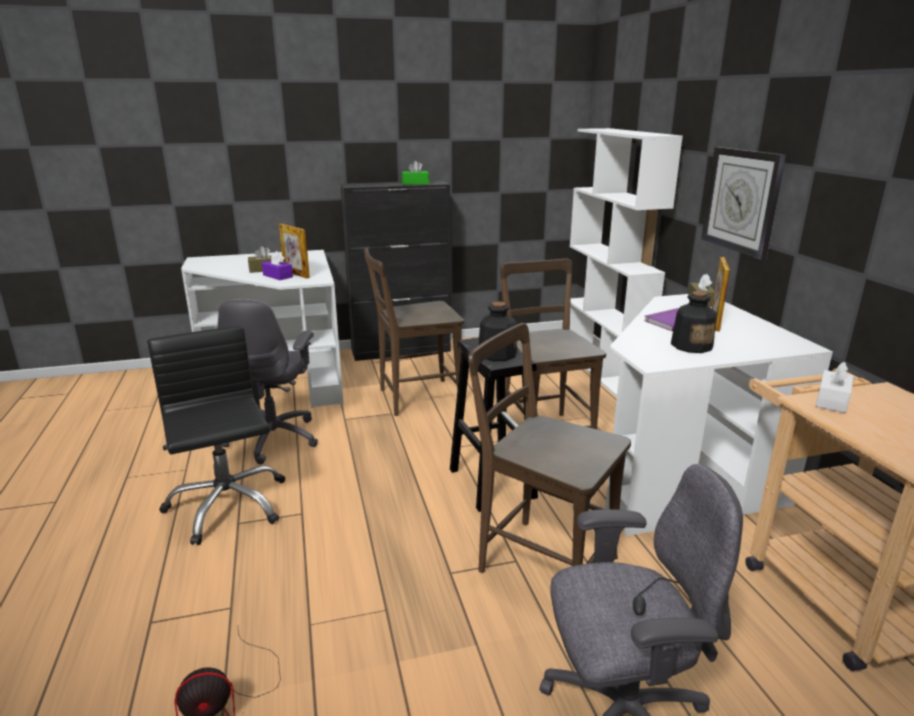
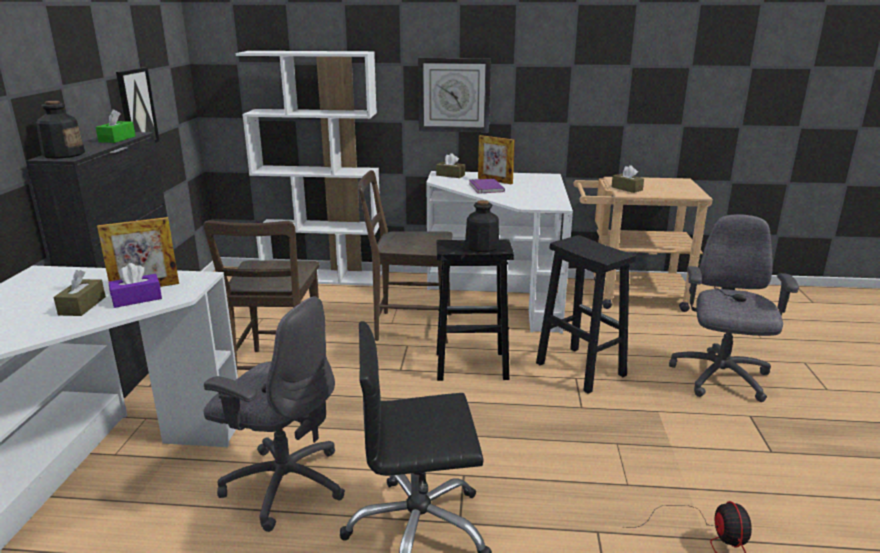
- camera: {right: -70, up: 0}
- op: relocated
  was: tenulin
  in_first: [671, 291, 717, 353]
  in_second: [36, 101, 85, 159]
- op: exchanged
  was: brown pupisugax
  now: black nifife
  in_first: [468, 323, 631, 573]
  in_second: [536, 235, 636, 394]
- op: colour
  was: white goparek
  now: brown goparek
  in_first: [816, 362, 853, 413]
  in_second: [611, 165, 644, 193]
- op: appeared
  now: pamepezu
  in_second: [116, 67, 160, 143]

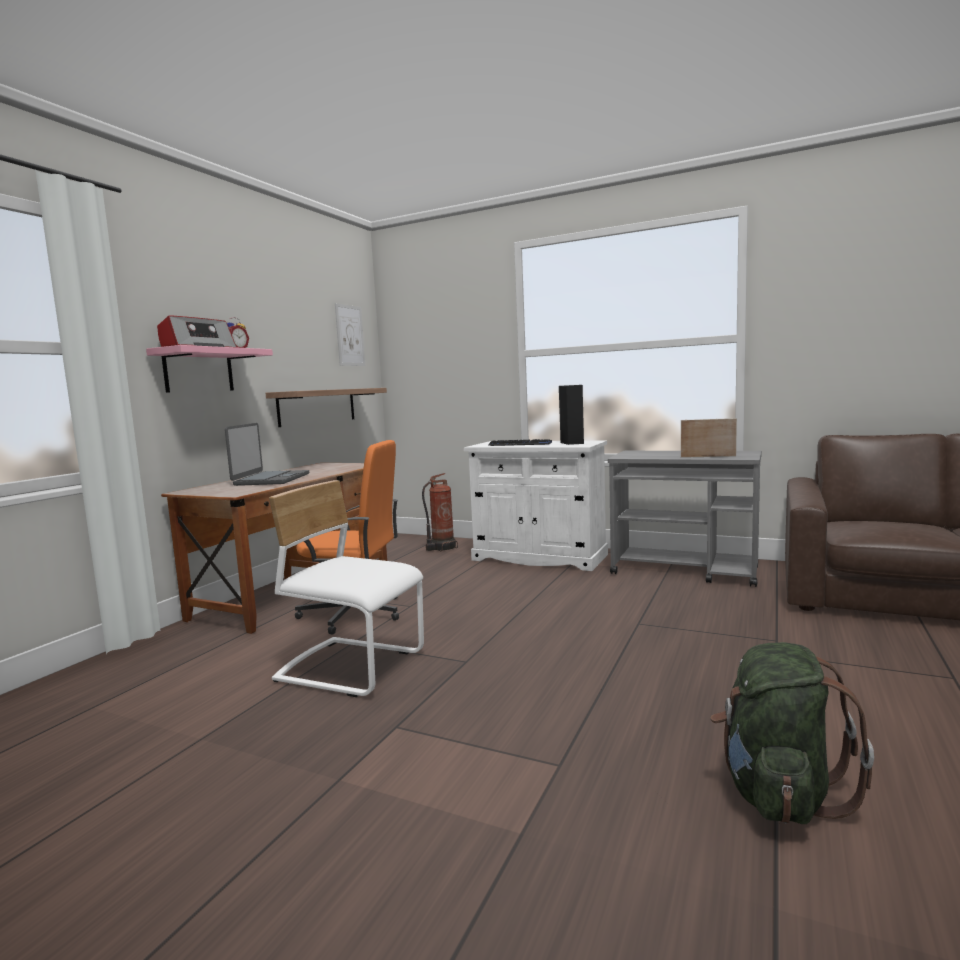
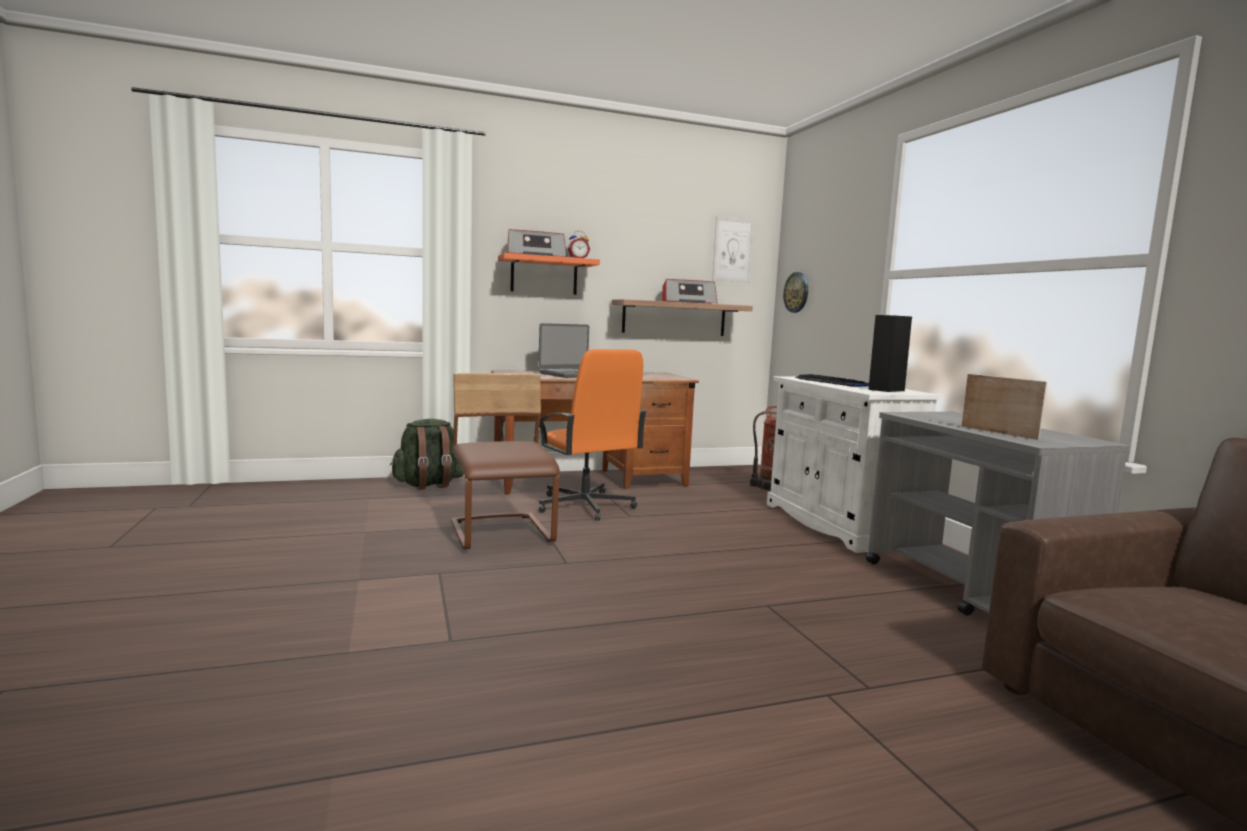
- camera: {right: 45, up: 0}
- op: colour
  was: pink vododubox
  now: orange vododubox
  in_first: [146, 345, 273, 393]
  in_second: [498, 253, 600, 295]
- op: colour
  was: white pupisugax
  now: brown pupisugax
  in_first: [269, 480, 424, 697]
  in_second: [451, 373, 560, 550]
- op: relocated
  was: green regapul
  in_first: [710, 642, 874, 824]
  in_second: [390, 419, 464, 490]
- op: appeared
  now: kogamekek
  in_second: [783, 272, 808, 313]
- op: appeared
  now: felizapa
  in_second: [662, 279, 717, 304]

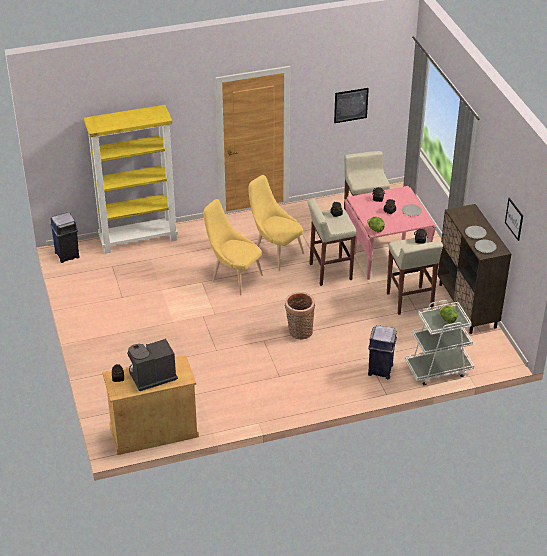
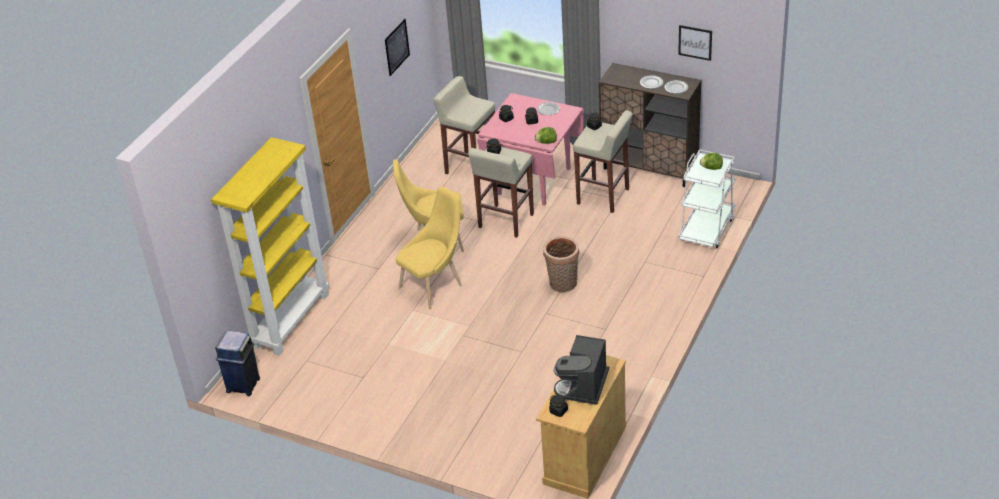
- camera: {right: -45, up: 0}
- op: spun
  was: yellow pupisugax
  in_first: [203, 199, 263, 296]
  in_second: [396, 187, 462, 309]
  clockwise: 150
- op: missing
  was: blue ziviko
  in_first: [368, 325, 397, 379]

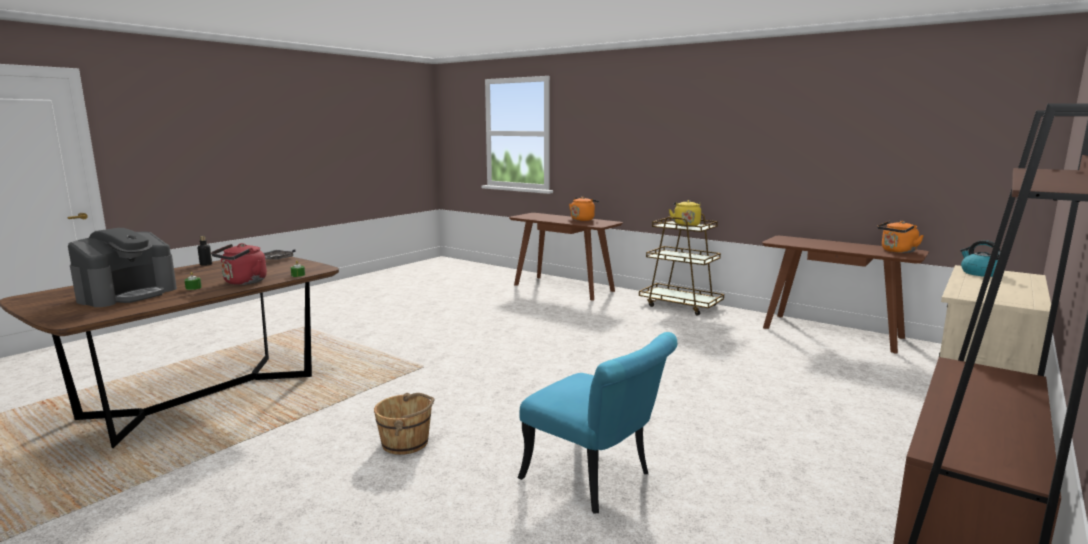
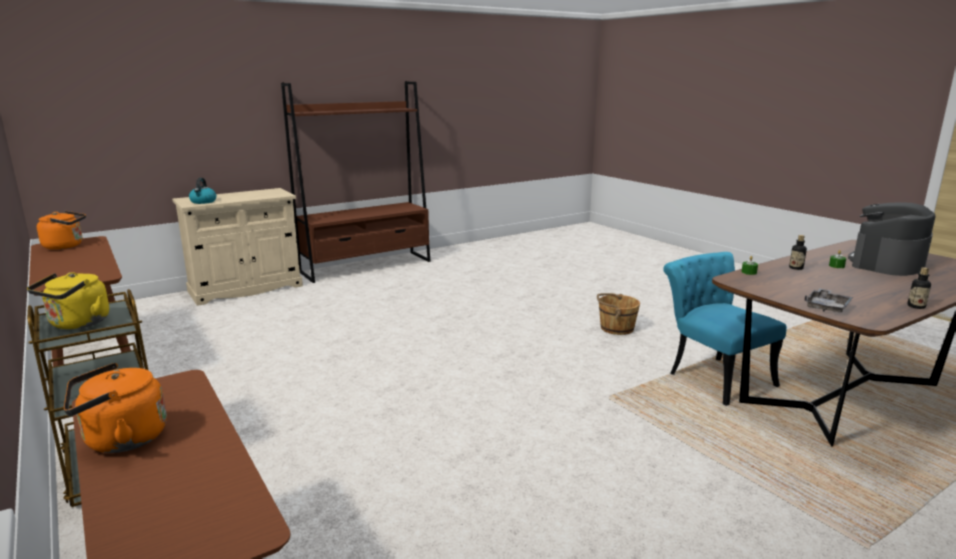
- camera: {right: -160, up: 5}
- op: exchanged
  was: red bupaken
  now: tenulin
  in_first: [211, 243, 267, 285]
  in_second: [789, 235, 807, 270]
- op: relocated
  was: turquoise pupisugax
  in_first: [518, 332, 677, 514]
  in_second: [663, 252, 787, 406]

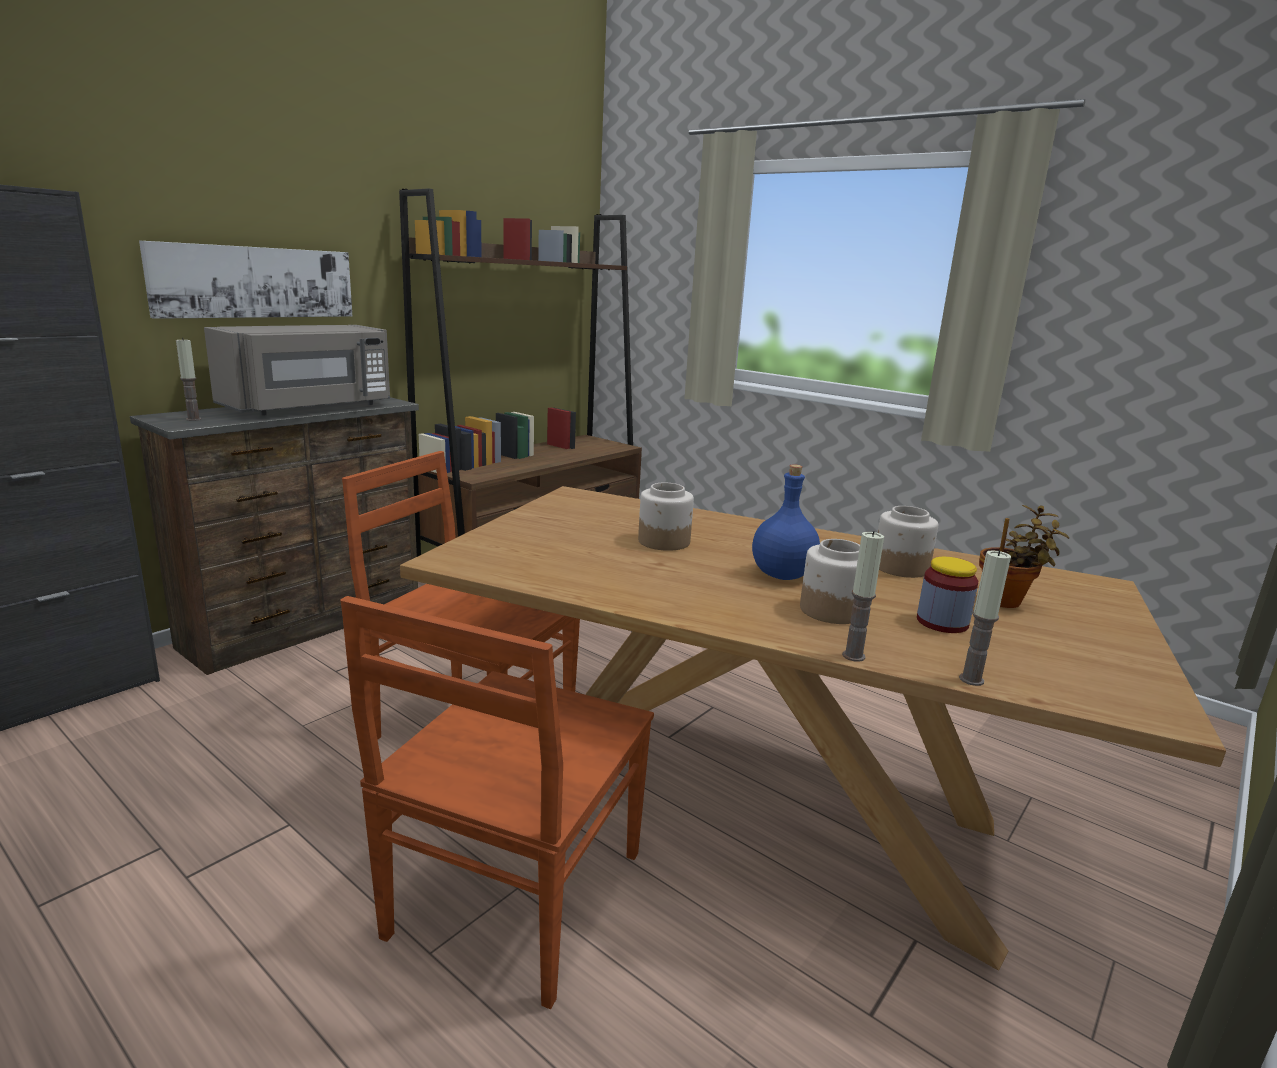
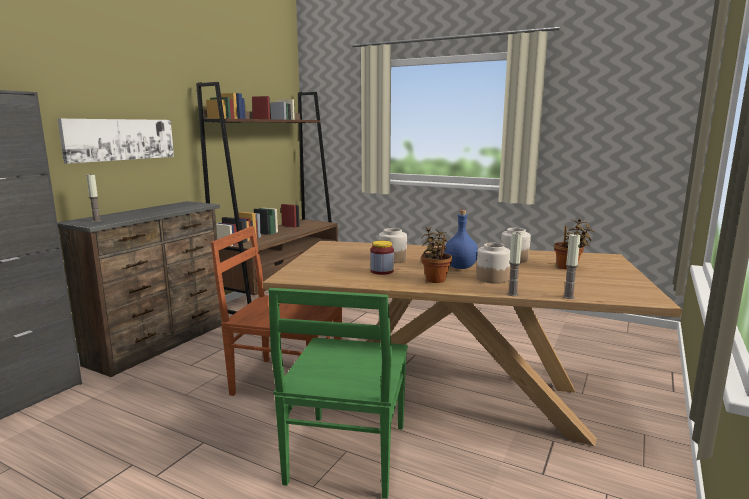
- camera: {right: -10, up: -5}
- op: missing
  was: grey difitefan
  in_first: [204, 325, 390, 416]
- op: relocated
  was: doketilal
  in_first: [917, 557, 978, 633]
  in_second: [370, 241, 394, 275]
- op: colour
  was: brown pupisugax
  now: green pupisugax
  in_first: [340, 596, 654, 1009]
  in_second: [268, 288, 408, 499]
- op: appeared
  now: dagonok
  in_second: [421, 227, 452, 283]

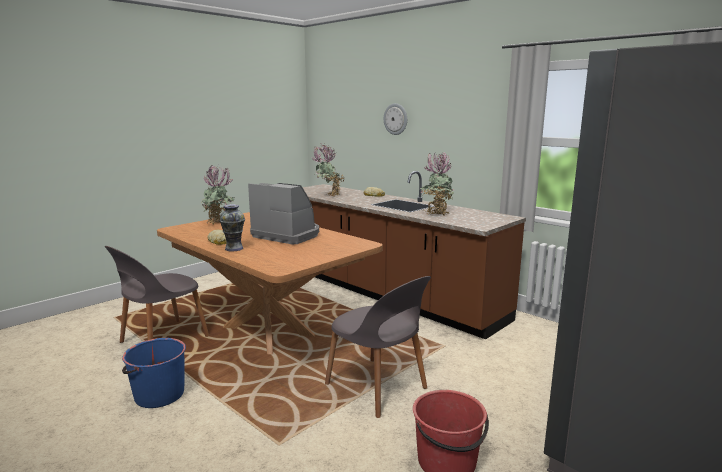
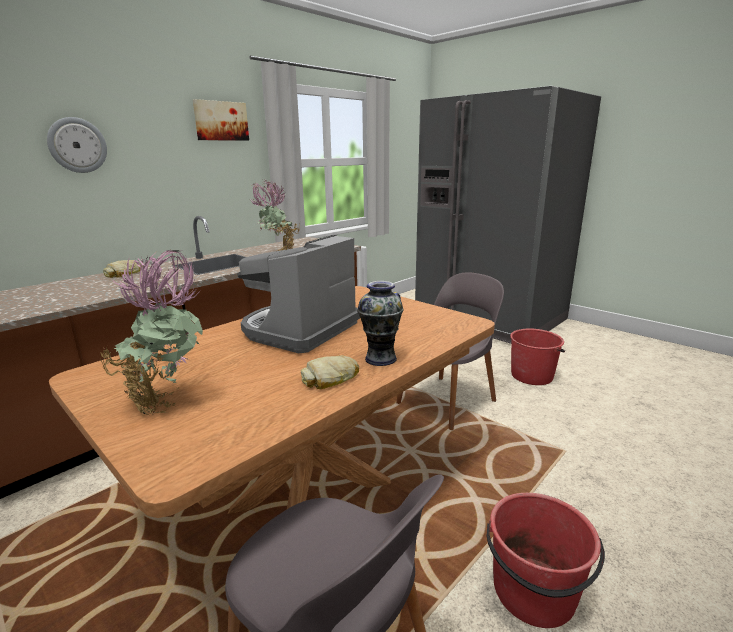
- camera: {right: -90, up: 5}
- op: missing
  was: dagonok
  in_first: [312, 144, 345, 196]
- op: colour
  was: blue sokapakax
  now: red sokapakax
  in_first: [122, 338, 186, 408]
  in_second: [487, 493, 605, 628]
- op: appeared
  now: pamepezu
  in_second: [193, 99, 249, 141]

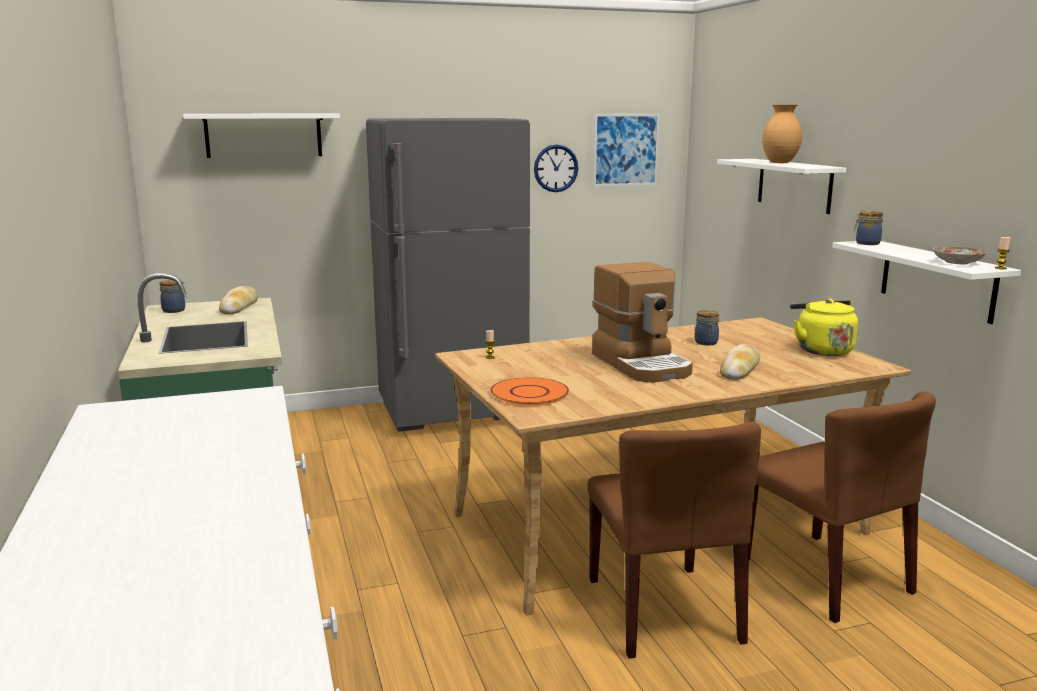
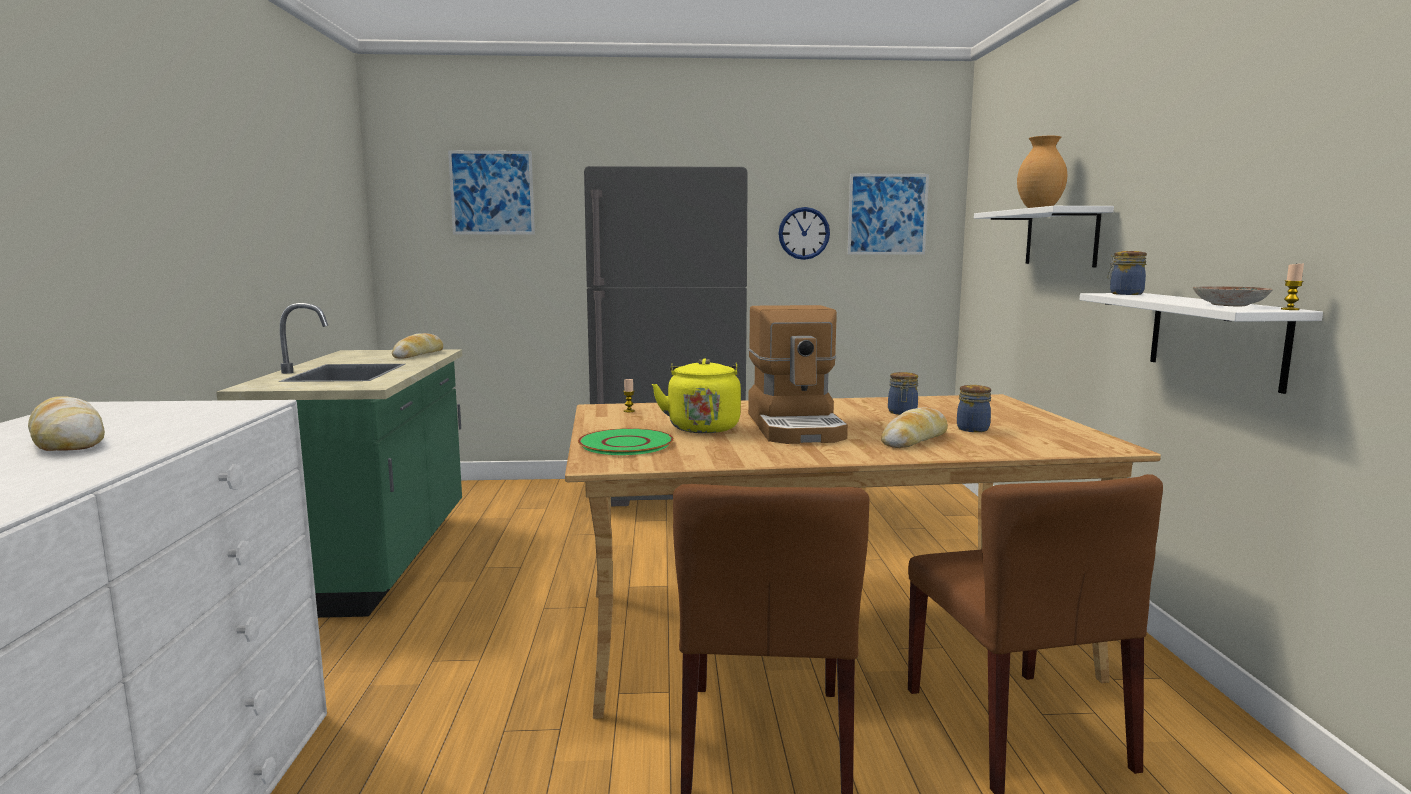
- camera: {right: 15, up: -5}
- op: exchanged
  was: white vododubox
  now: pamepezu
  in_first: [183, 113, 340, 158]
  in_second: [448, 151, 535, 234]
- op: relocated
  was: doketilal
  in_first: [159, 280, 186, 313]
  in_second: [957, 385, 991, 432]
- op: relocated
  was: yellow bupaken
  in_first: [790, 299, 858, 356]
  in_second: [652, 358, 741, 433]
- op: colour
  was: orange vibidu
  now: green vibidu
  in_first: [490, 377, 569, 406]
  in_second: [578, 428, 674, 455]
- op: appeared
  now: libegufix
  in_second: [28, 396, 105, 451]

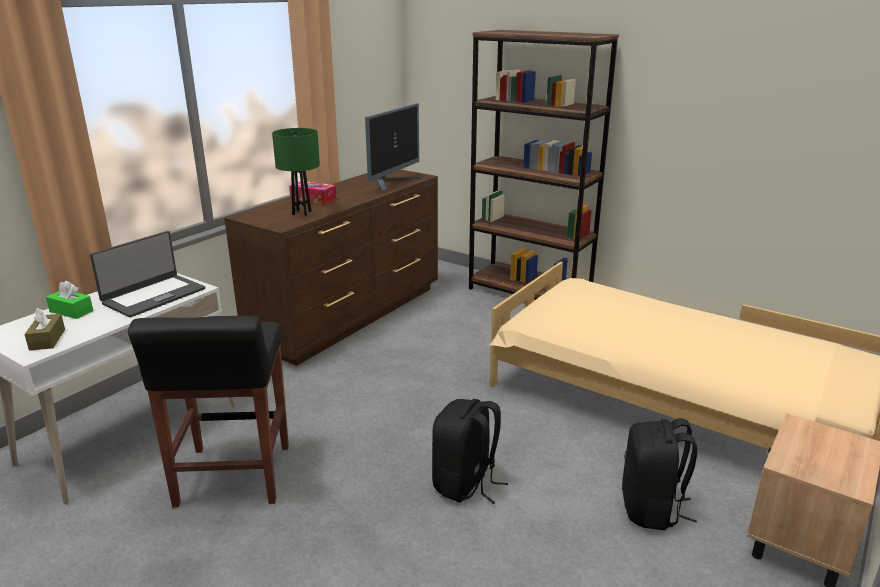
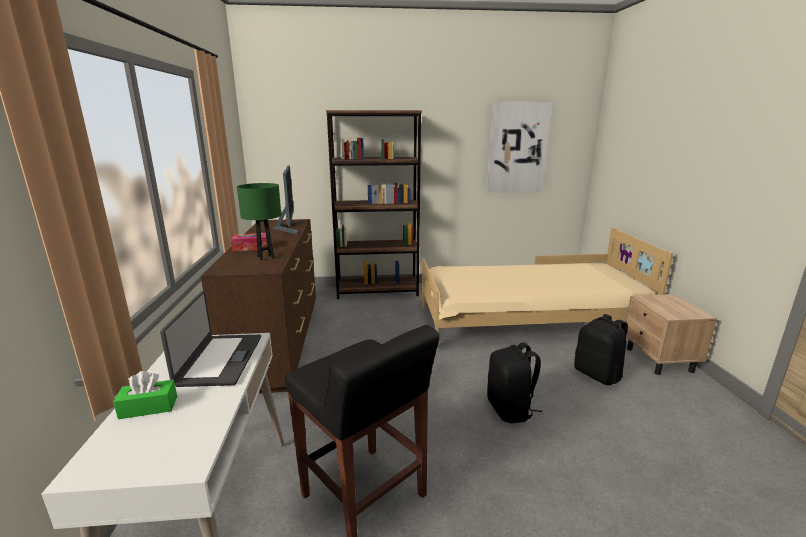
- camera: {right: -40, up: -5}
- op: missing
  was: brown goparek
  in_first: [24, 307, 65, 351]
- op: appeared
  now: pamepezu
  in_second: [486, 101, 553, 193]

